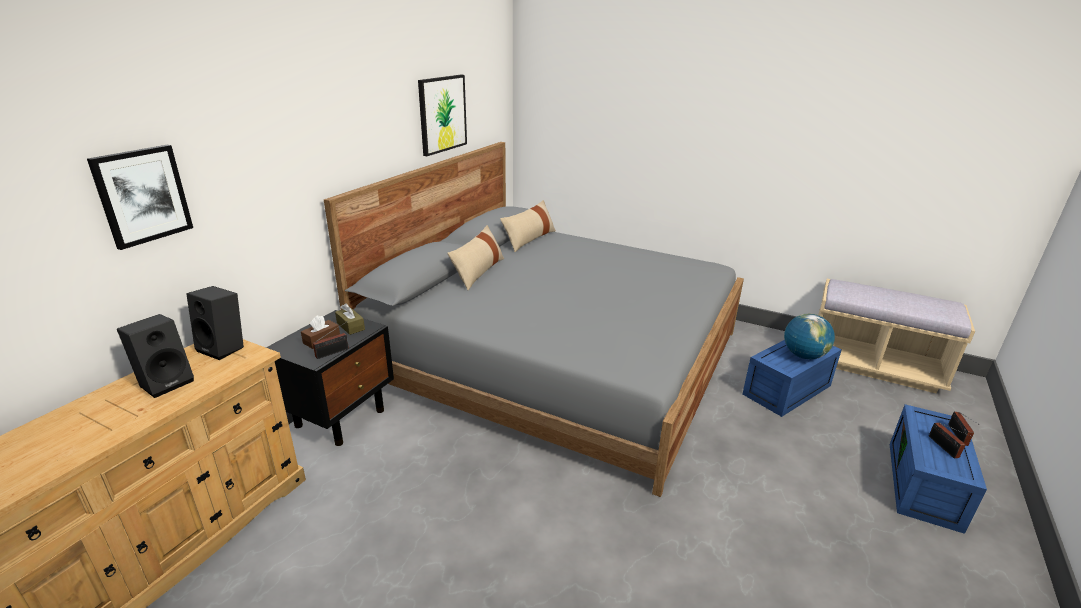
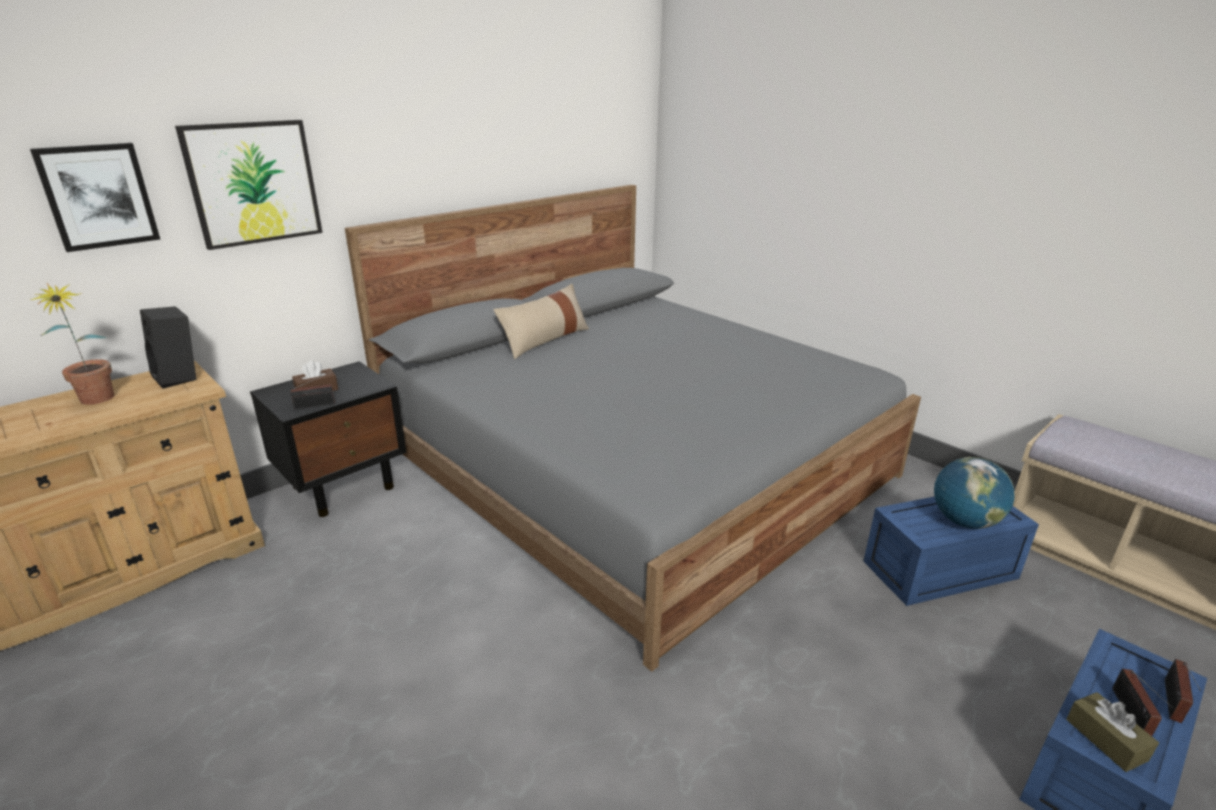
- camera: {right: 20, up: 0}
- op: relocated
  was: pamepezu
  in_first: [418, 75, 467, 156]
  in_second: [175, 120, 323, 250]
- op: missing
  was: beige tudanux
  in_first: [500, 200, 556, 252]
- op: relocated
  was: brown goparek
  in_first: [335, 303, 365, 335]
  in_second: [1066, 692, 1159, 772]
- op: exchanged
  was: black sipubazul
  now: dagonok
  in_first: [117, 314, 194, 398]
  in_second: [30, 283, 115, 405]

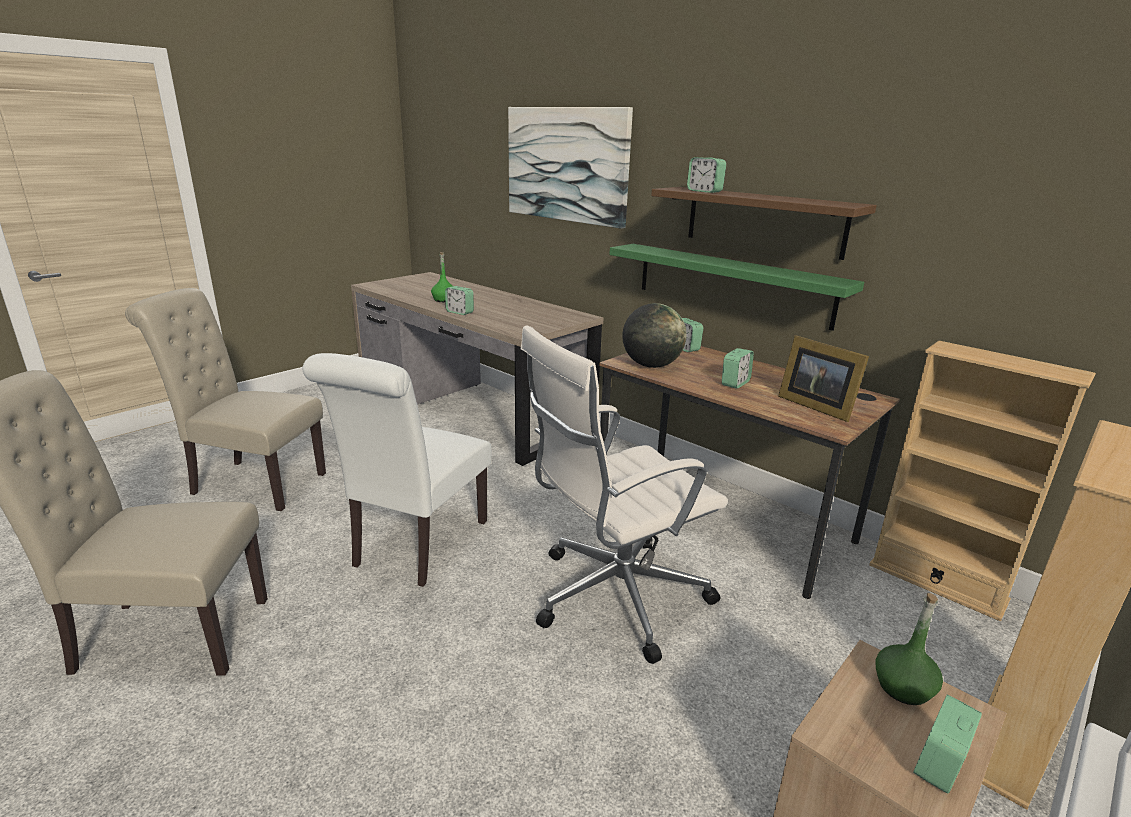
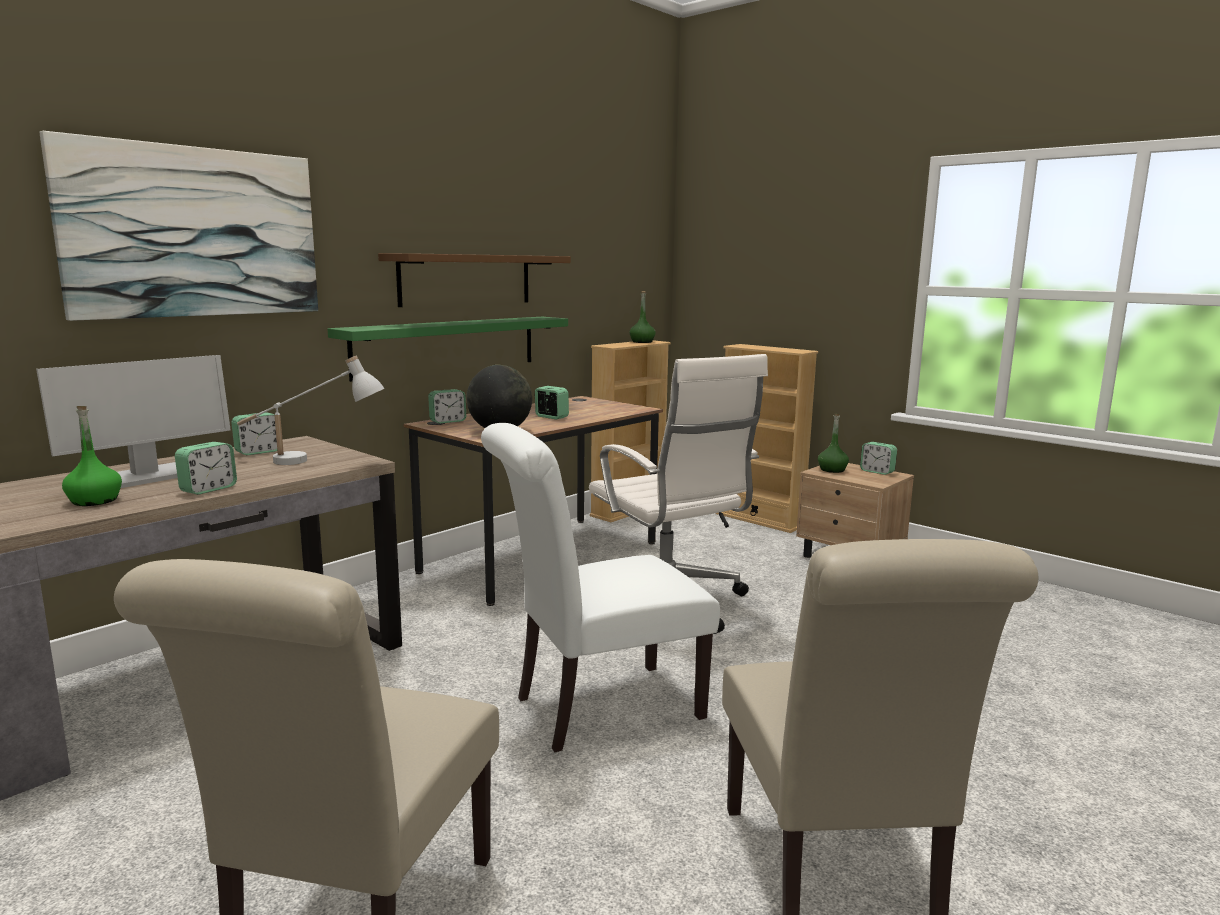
- camera: {right: -90, up: -10}
- op: relocated
  was: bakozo
  in_first: [687, 157, 726, 193]
  in_second: [231, 412, 277, 455]
- op: missing
  was: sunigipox
  in_first: [778, 335, 869, 422]
- op: spun
  was: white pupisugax
  in_first: [303, 353, 491, 587]
  in_second: [481, 423, 720, 752]
  clockwise: 135
- op: appeared
  now: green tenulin
  in_second: [629, 291, 656, 343]
- op: appeared
  now: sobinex
  in_second: [36, 355, 231, 488]
- op: appeared
  now: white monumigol
  in_second: [237, 355, 385, 465]

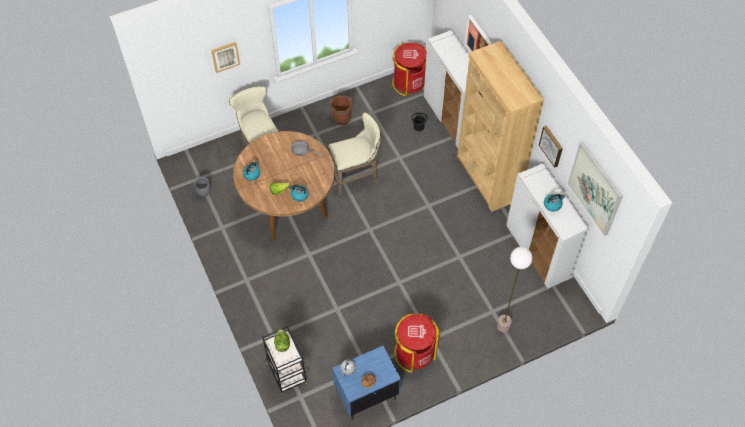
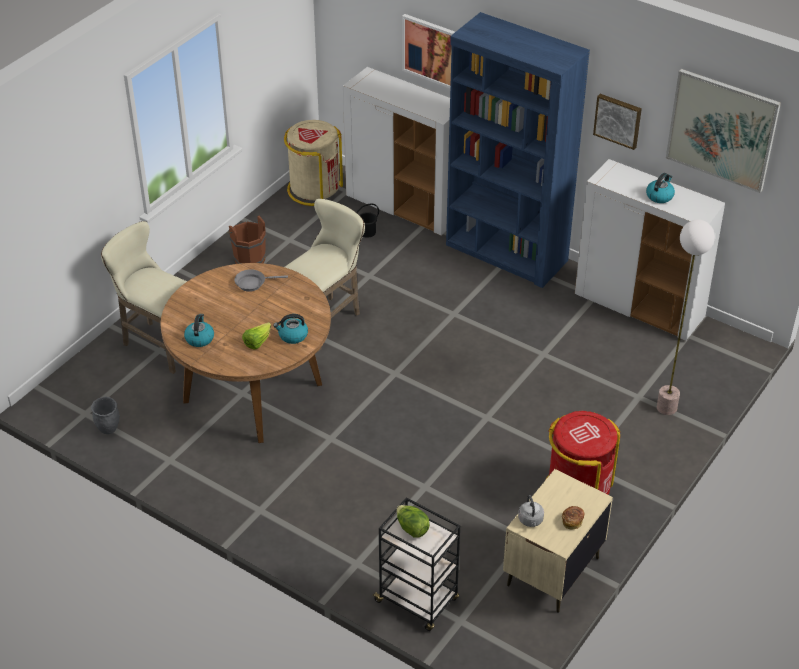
- camera: {right: -30, up: -15}
- op: colour
  was: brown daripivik
  now: blue daripivik
  in_first: [457, 41, 544, 212]
  in_second: [446, 12, 590, 288]
- op: missing
  was: pamepezu
  in_first: [211, 42, 240, 73]
- op: colour
  was: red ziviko
  now: beige ziviko
  in_first: [392, 42, 427, 96]
  in_second: [284, 120, 343, 206]
- op: colour
  was: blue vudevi
  now: beige vudevi
  in_first: [332, 346, 401, 419]
  in_second: [503, 469, 613, 613]

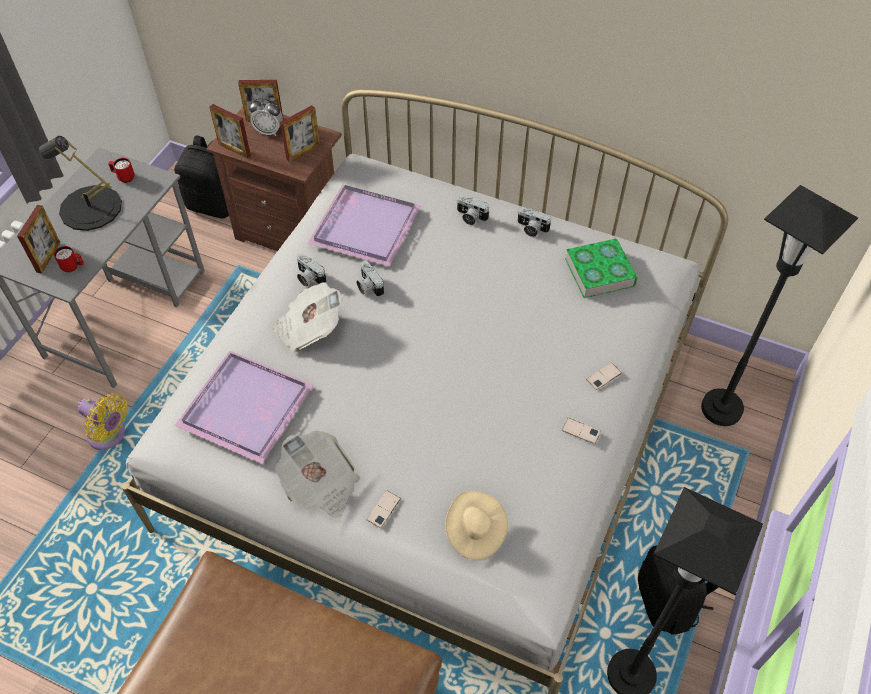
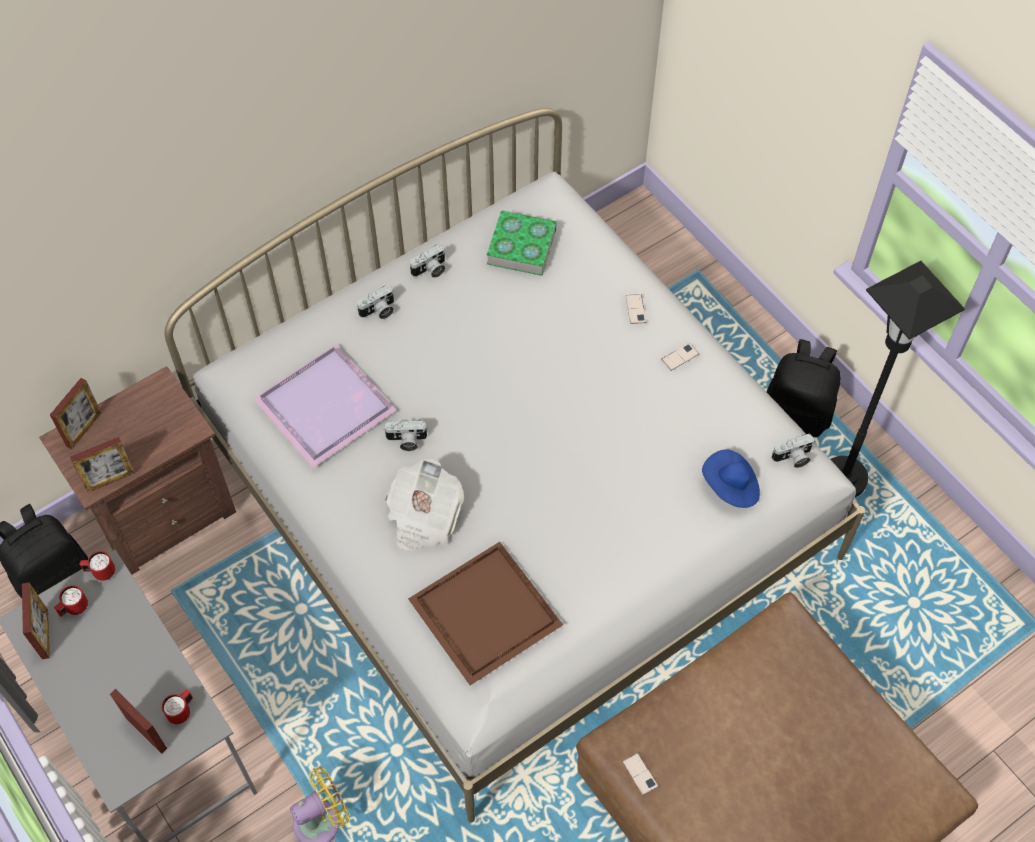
- camera: {right: -60, up: 5}
- op: missing
  was: bakozo
  in_first: [249, 98, 283, 136]
- op: relocated
  was: sunigipox
  in_first: [280, 105, 320, 162]
  in_second: [22, 582, 50, 659]
- op: missing
  was: black monumigol
  in_first: [39, 136, 122, 231]
- op: missing
  was: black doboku
  in_first: [701, 185, 858, 426]
- op: relocated
  was: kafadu
  in_first: [297, 254, 326, 287]
  in_second: [772, 434, 814, 468]
- op: colour
  was: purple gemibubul
  now: brown gemibubul
  in_first: [175, 351, 314, 464]
  in_second: [408, 542, 563, 686]
- op: missing
  was: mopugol
  in_first: [275, 431, 359, 518]
- op: relocated
  was: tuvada
  in_first: [366, 491, 401, 528]
  in_second: [623, 753, 658, 795]
- op: colour
  was: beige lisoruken
  now: blue lisoruken
  in_first: [445, 491, 508, 561]
  in_second: [702, 449, 760, 508]
- op: appeared
  now: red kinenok
  in_second: [80, 551, 115, 581]

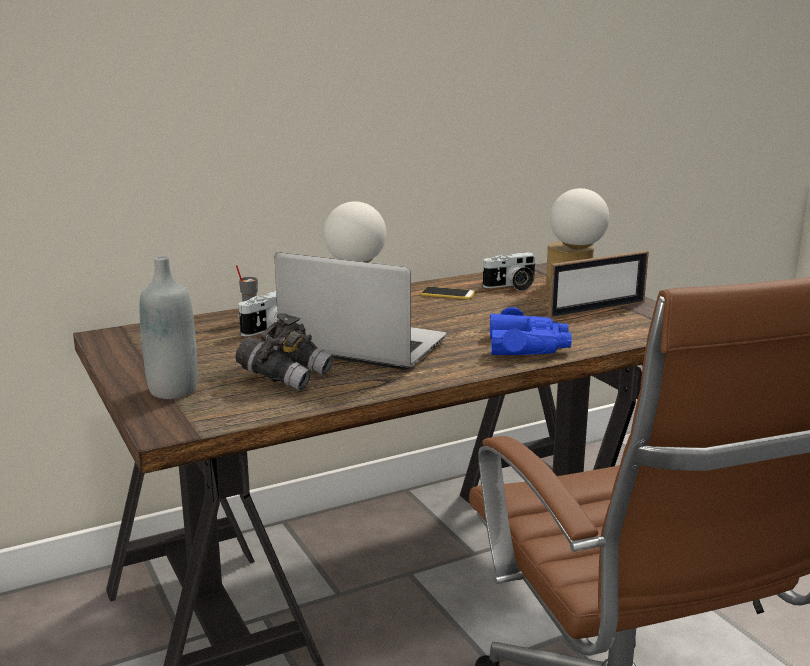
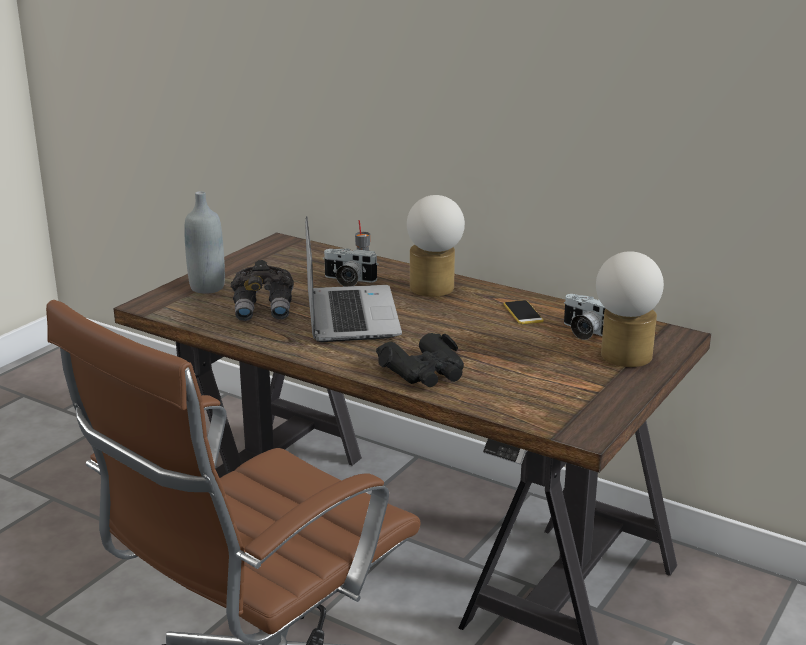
- camera: {right: 60, up: 5}
- op: missing
  was: sunigipox
  in_first: [548, 251, 649, 319]
- op: colour
  was: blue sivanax
  now: black sivanax
  in_first: [490, 307, 572, 355]
  in_second: [376, 333, 464, 387]

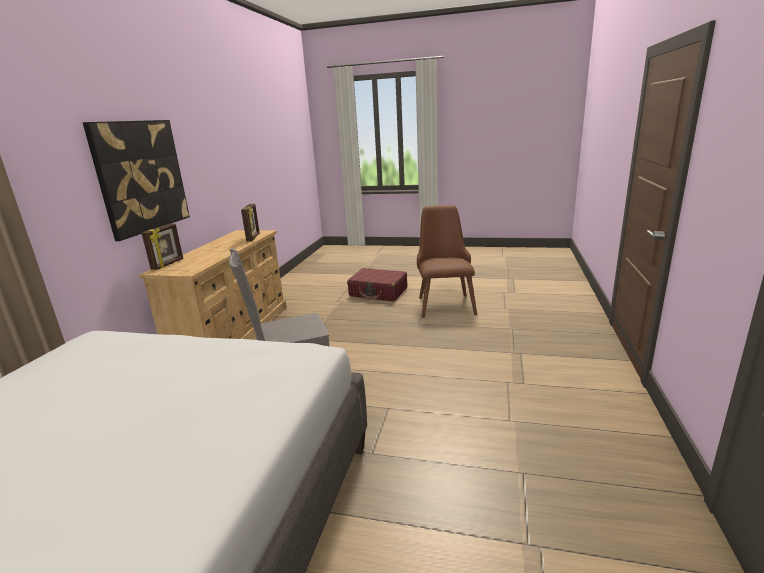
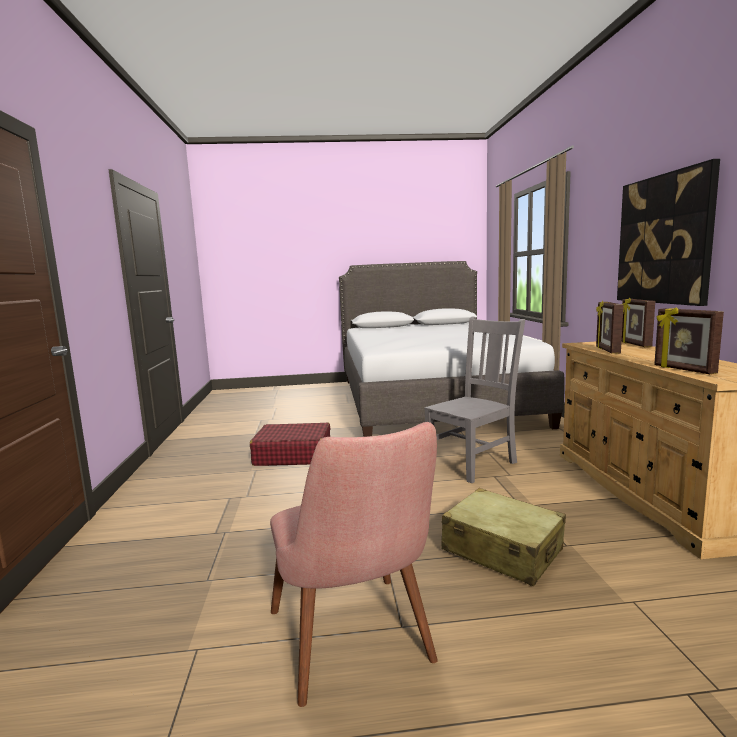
- camera: {right: 160, up: -10}
- op: colour
  was: brown pupisugax
  now: pink pupisugax
  in_first: [417, 205, 477, 318]
  in_second: [270, 422, 438, 707]
- op: relocated
  was: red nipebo
  in_first: [347, 268, 407, 301]
  in_second: [250, 422, 330, 466]
- op: appeared
  now: sunigipox
  in_second: [596, 301, 624, 354]
- op: appeared
  now: beige nipebo
  in_second: [441, 488, 566, 586]

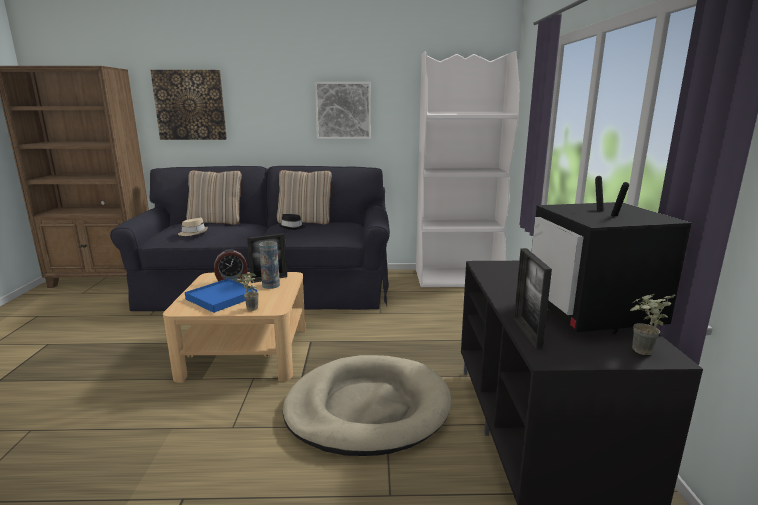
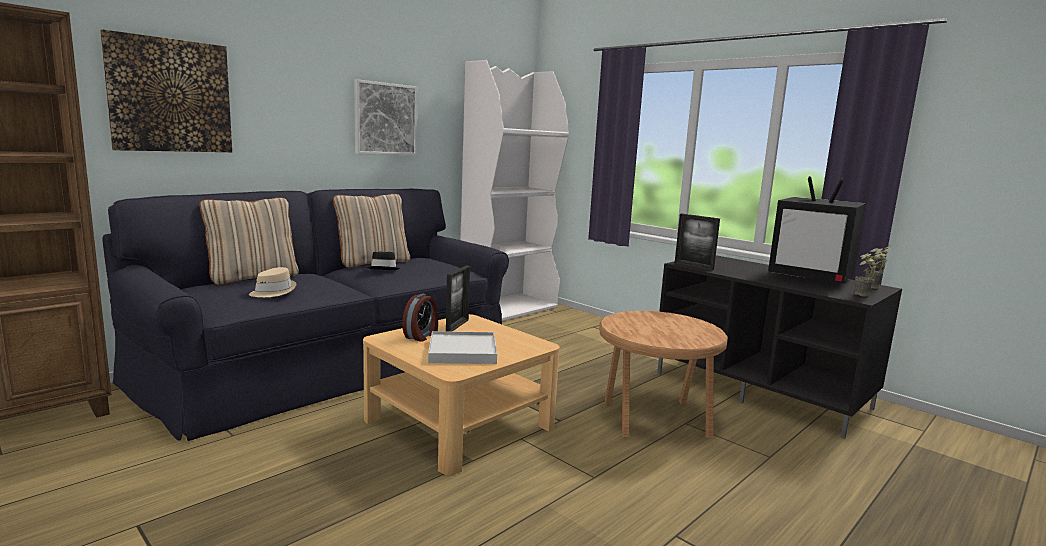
- camera: {right: -45, up: -5}
- op: missing
  was: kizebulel
  in_first: [259, 241, 280, 289]
- op: relocated
  was: sunigipox
  in_first: [514, 248, 552, 349]
  in_second: [675, 214, 720, 270]
- op: relocated
  was: dagonok
  in_first: [235, 273, 259, 311]
  in_second: [855, 251, 883, 297]
- op: colour
  was: blue gemibubul
  now: white gemibubul
  in_first: [185, 279, 257, 313]
  in_second: [428, 331, 497, 364]
- op: exchanged
  was: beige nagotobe
  now: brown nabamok
  in_first: [283, 355, 451, 456]
  in_second: [599, 311, 728, 438]

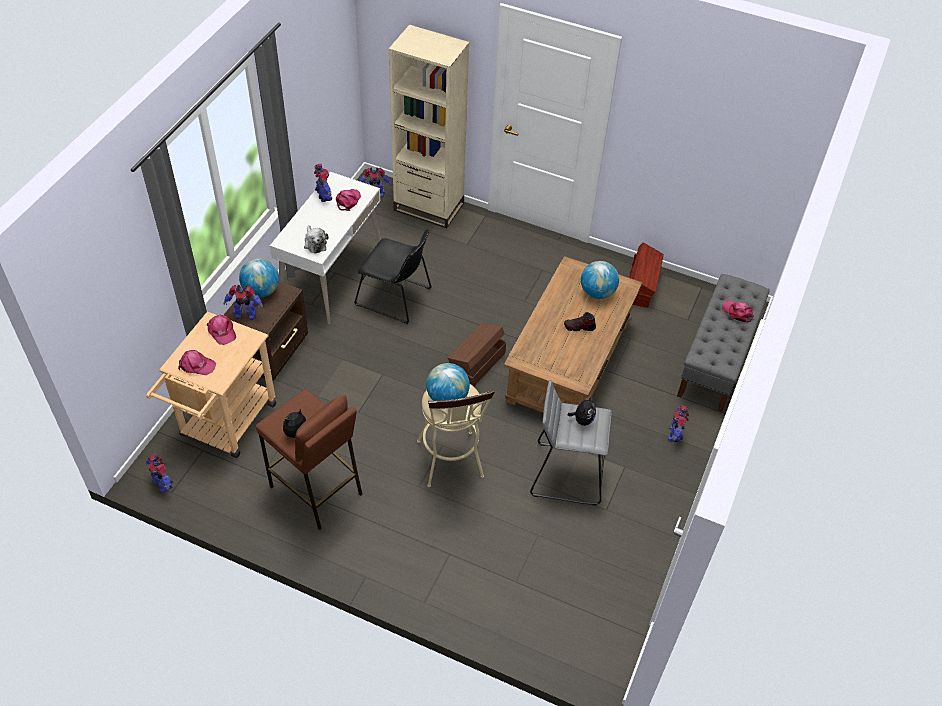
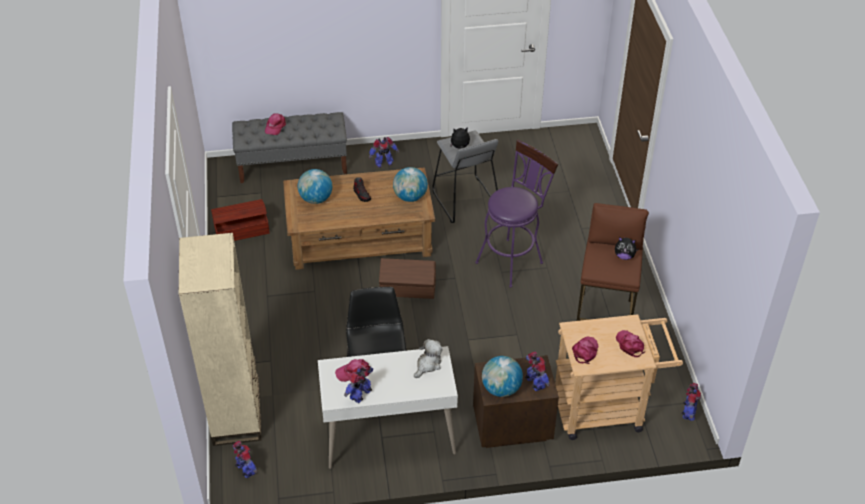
- camera: {right: -120, up: -5}
- op: relocated
  was: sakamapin
  in_first: [426, 363, 470, 401]
  in_second: [393, 167, 428, 202]
- op: colour
  was: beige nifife
  now: purple nifife
  in_first: [417, 384, 495, 487]
  in_second: [475, 139, 558, 288]

